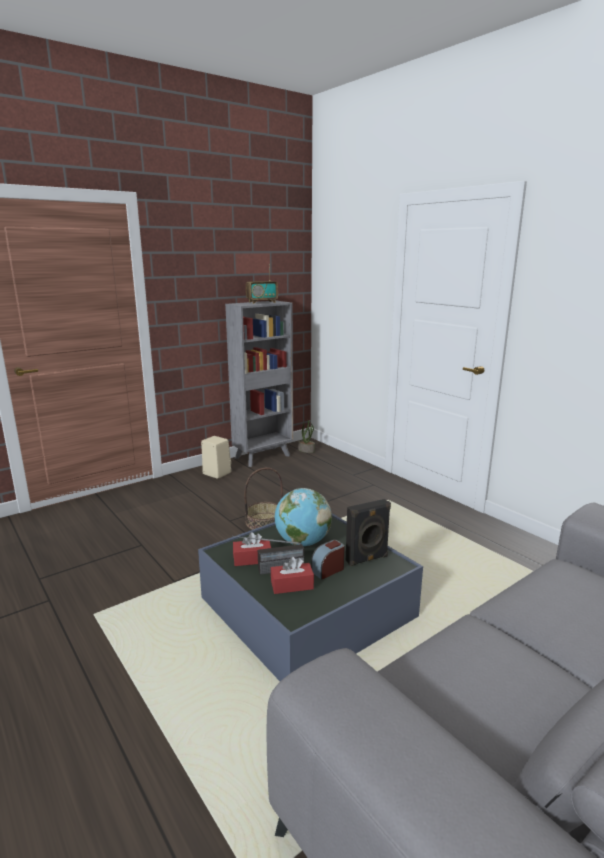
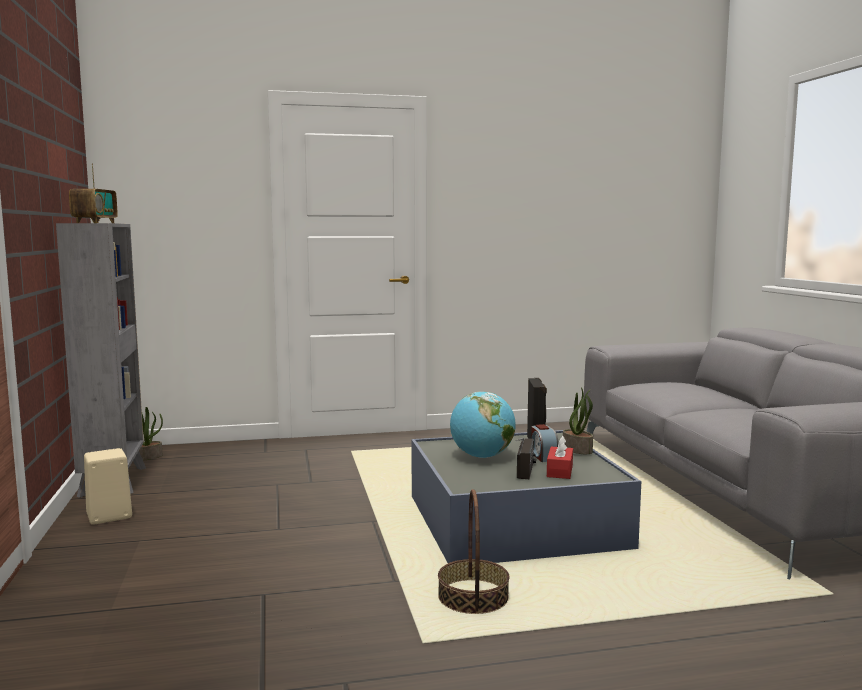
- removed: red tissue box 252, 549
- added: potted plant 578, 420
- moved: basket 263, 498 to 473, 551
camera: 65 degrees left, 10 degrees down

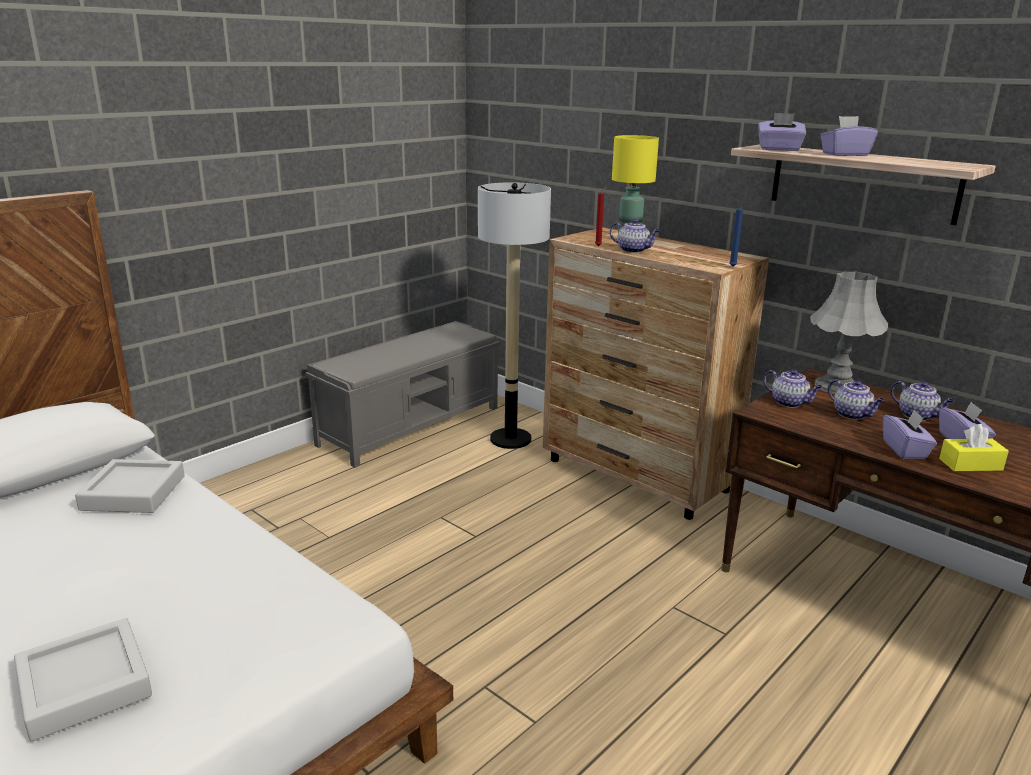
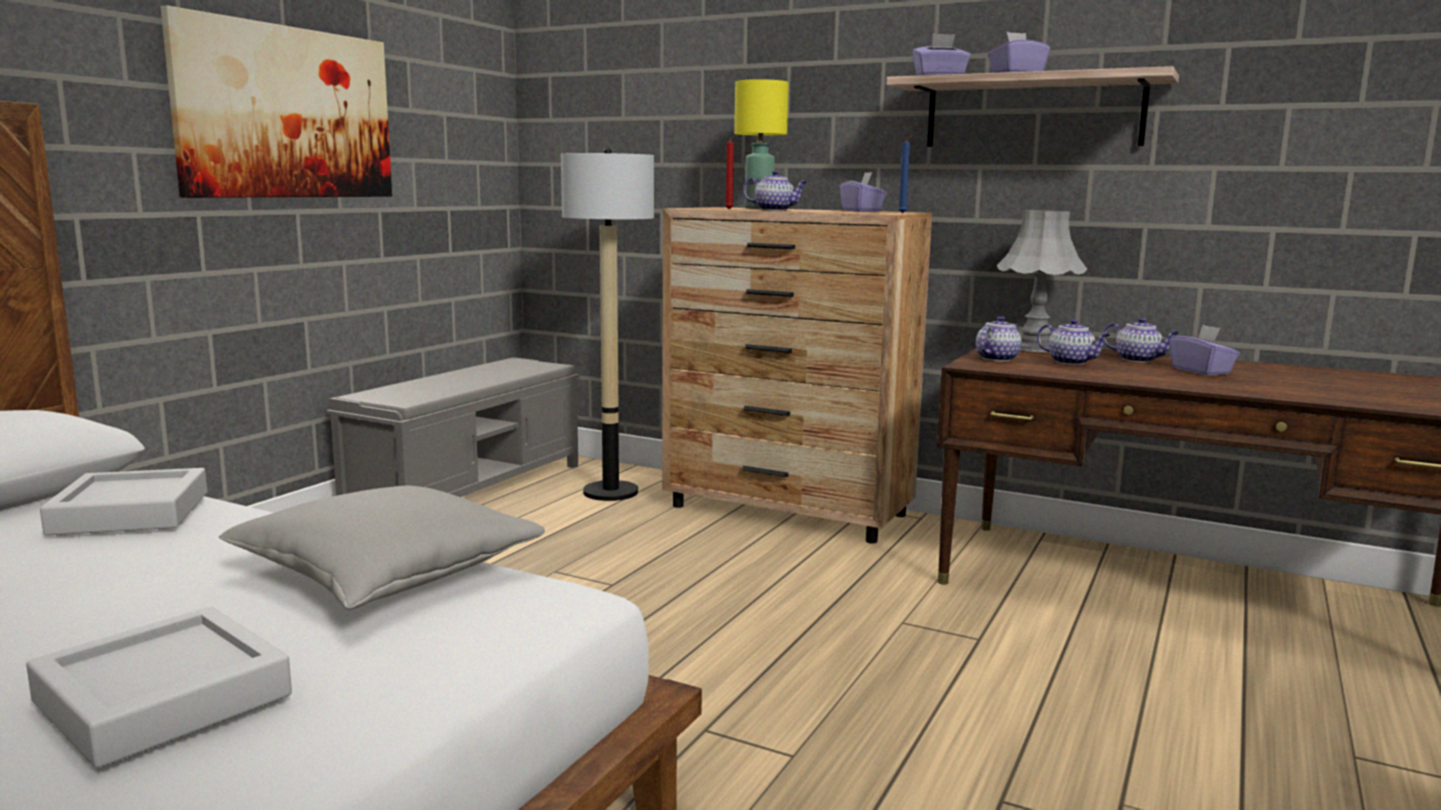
- removed: yellow tissue box 974, 447
- added: picture 276, 101
- added: grey pillow 382, 548
- moved: purple tissue box 910, 434 to 863, 192
- turned: teapot 793, 389 = 999, 338 75 degrees counterclockwise
camera: 15 degrees left, 10 degrees down

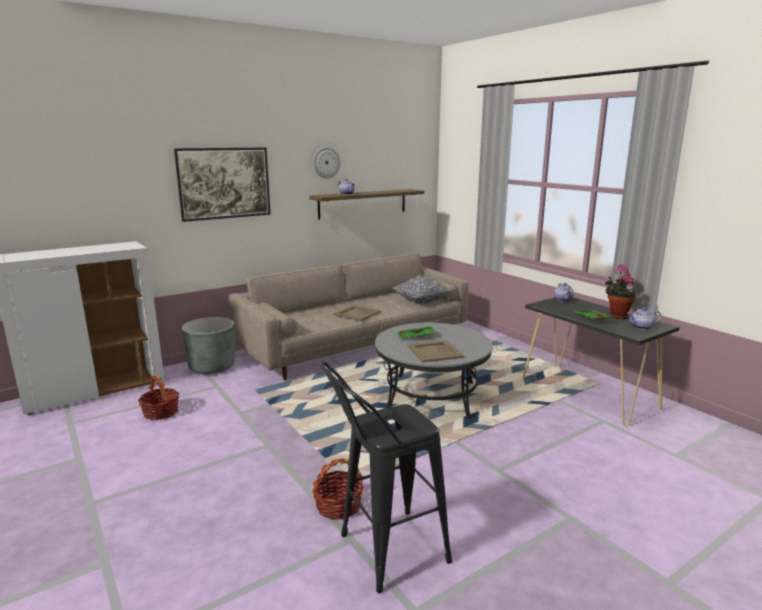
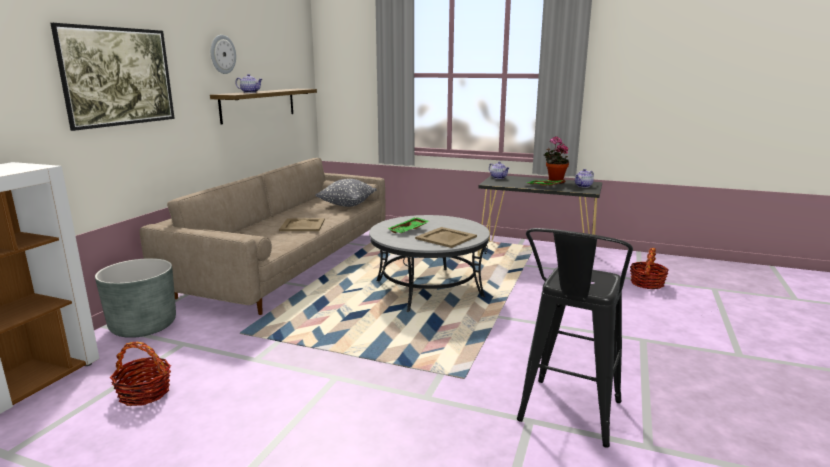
- moved: basket 337, 489 to 649, 268
camera: 35 degrees left, 0 degrees up

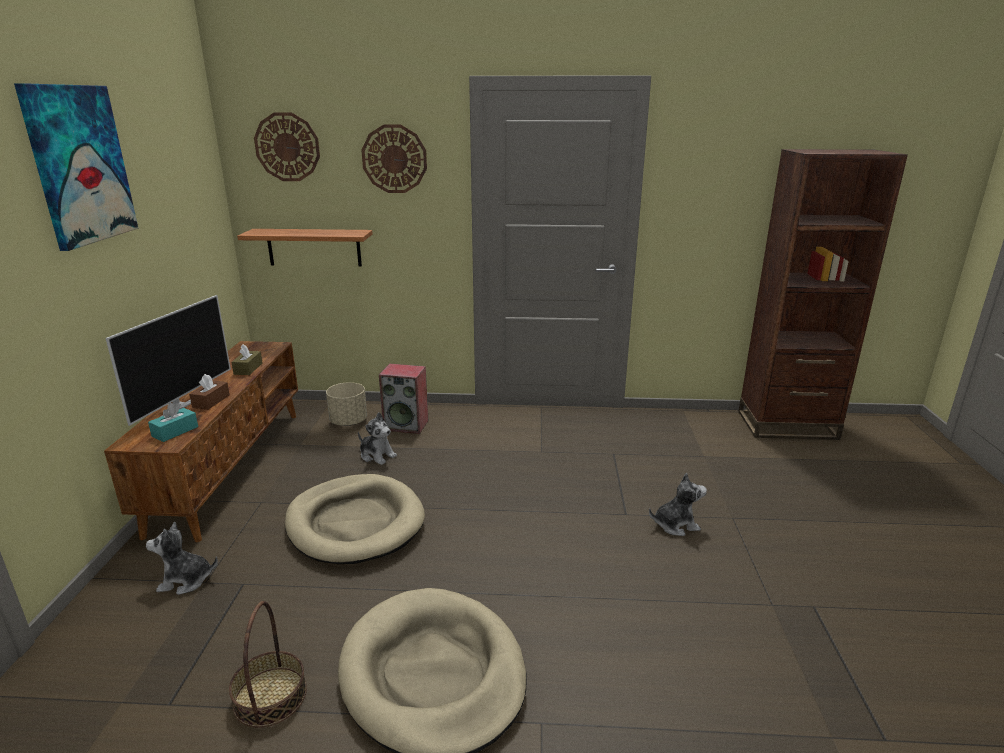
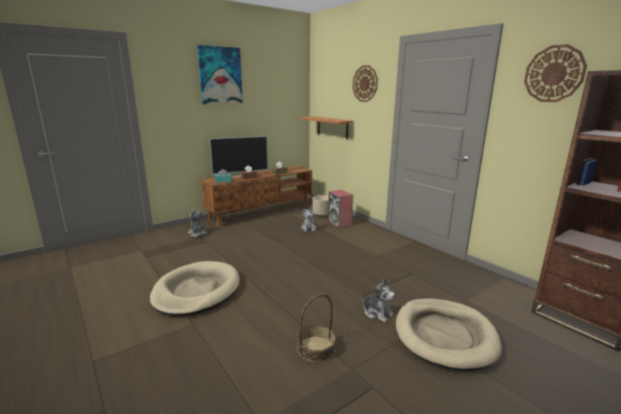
- moved: basket 268, 664 to 316, 328
- moved: wall clock 287, 146 to 555, 73
- moved: beige dog bed 355, 519 to 449, 335
camera: 50 degrees right, 5 degrees down

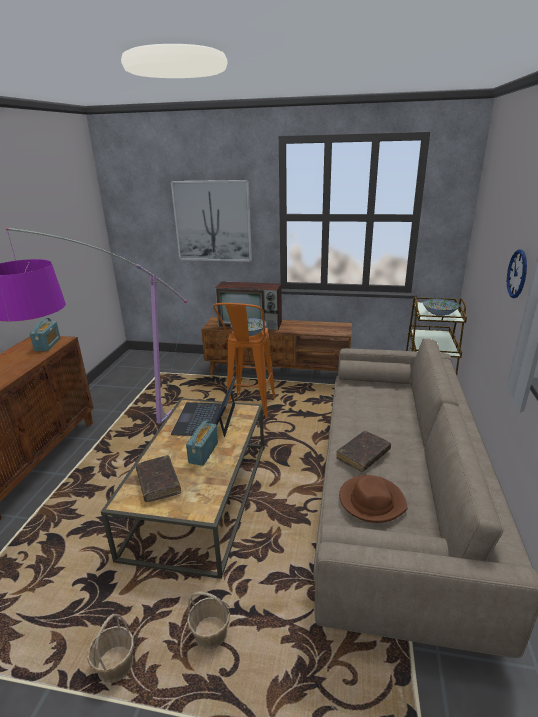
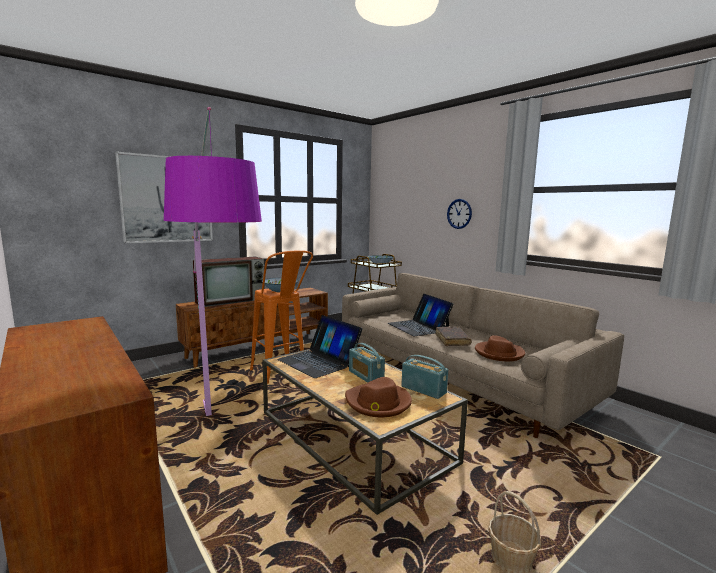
- removed: basket 208, 620
- added: laptop 421, 315
- moved: radio 45, 334 to 424, 377
- replaced: brown book 158, 478 to brown hat 378, 397
camera: 50 degrees left, 15 degrees down

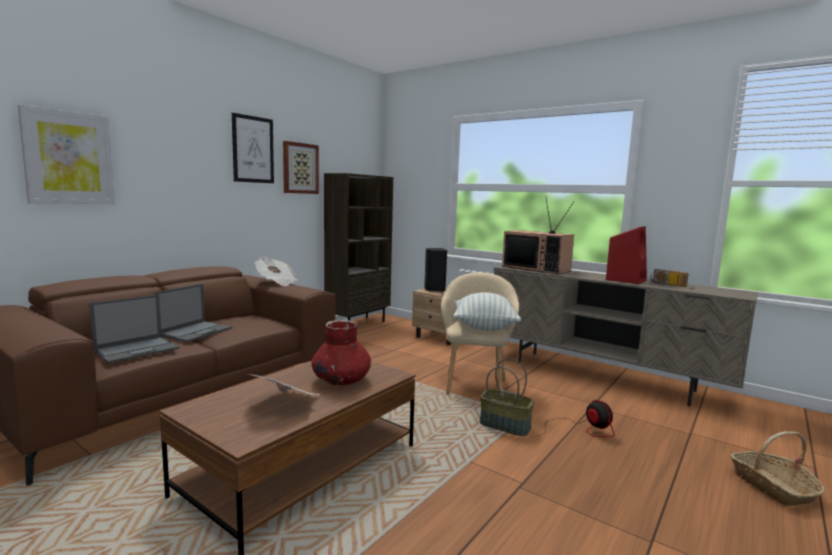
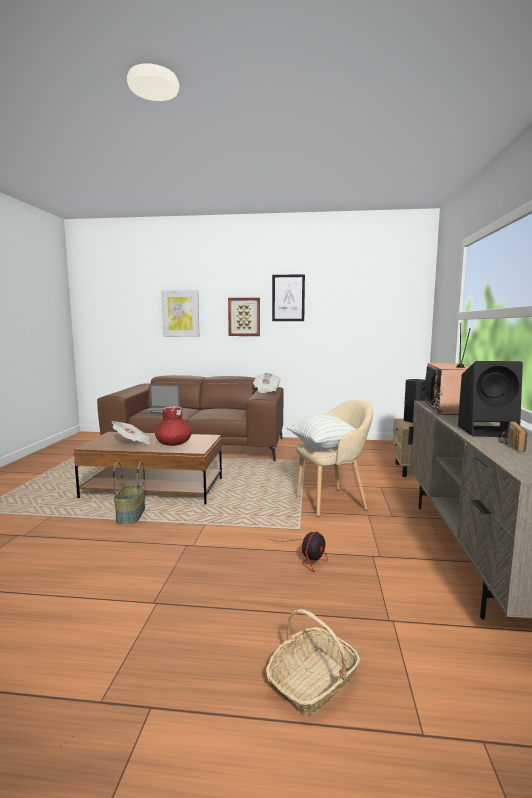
- removed: laptop 193, 313
- removed: brown bookcase 358, 247
- moved: picture 301, 167 to 244, 317
- moved: basket 507, 397 to 129, 493
- recoloured: red speaker 626, 255 to black speaker 490, 399
camera: 60 degrees right, 0 degrees up

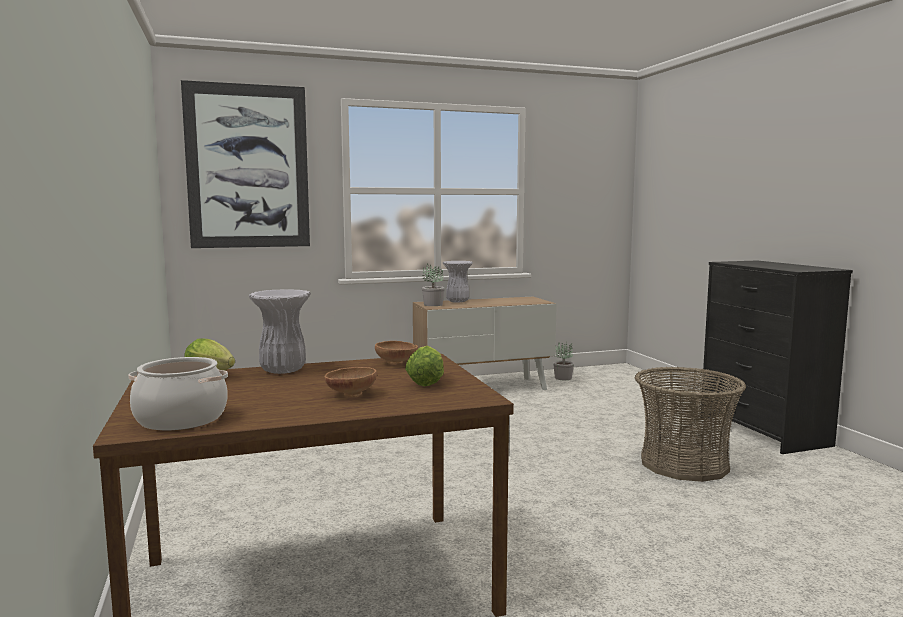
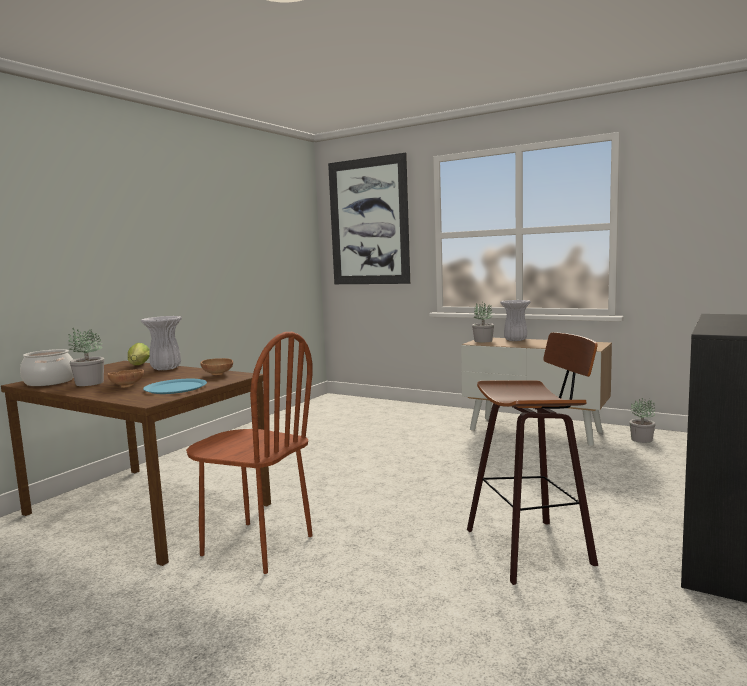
- added: potted plant 86, 357
- added: brown chair 249, 453
- replaced: lettuce 424, 366 to blue plate 175, 386
- replaced: basket 690, 424 to stool 532, 458
camera: 50 degrees right, 0 degrees up

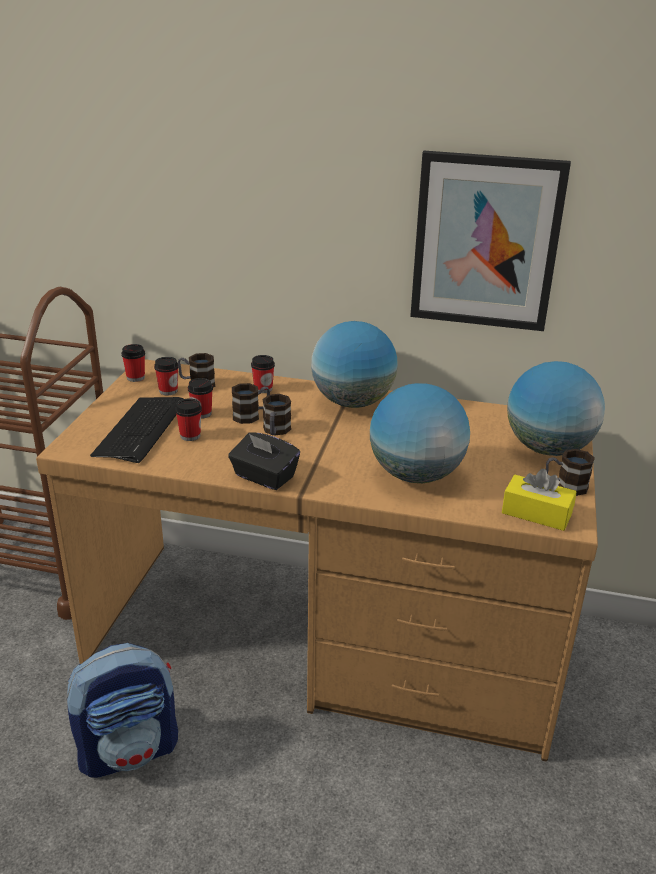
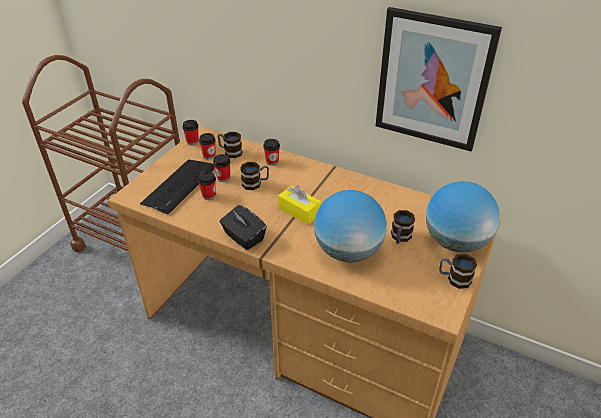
- removed: backpack 122, 710
- removed: globe 354, 364
- moved: mug 277, 415 to 403, 227
- moved: yellow tissue box 539, 500 to 299, 205
camera: 15 degrees right, 10 degrees up

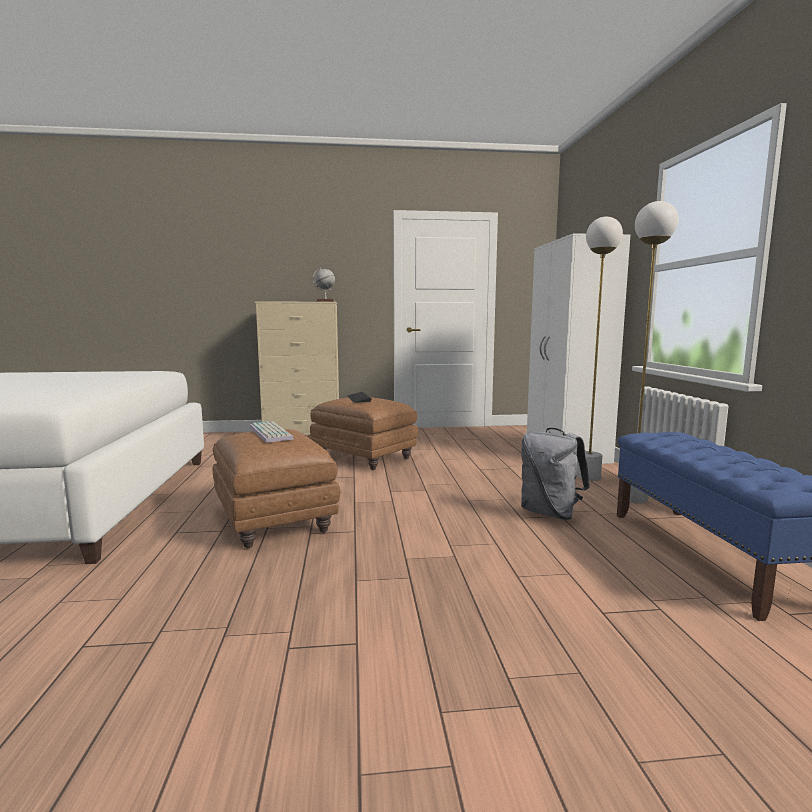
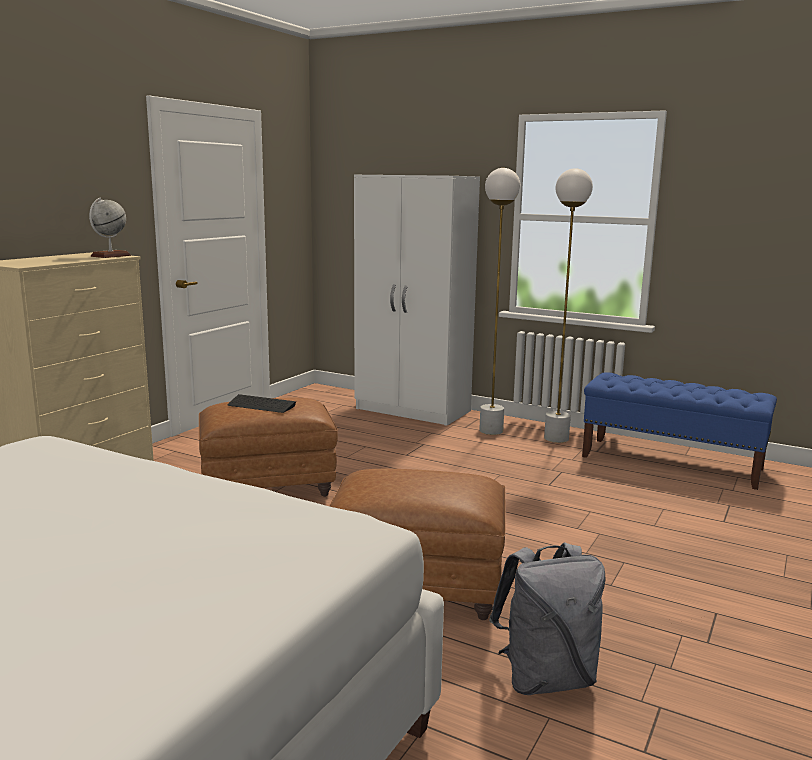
- removed: keyboard 272, 432
- moved: grey backpack 555, 474 to 547, 618
camera: 55 degrees left, 5 degrees up

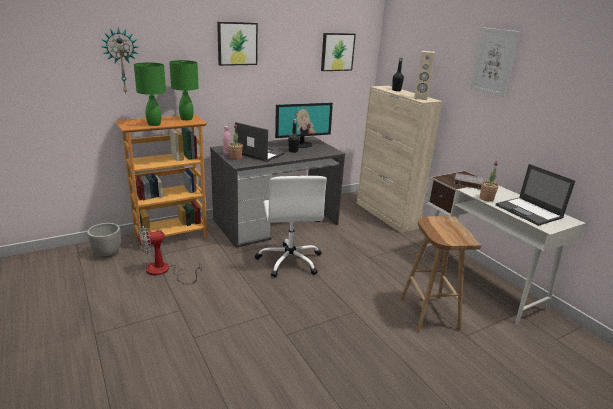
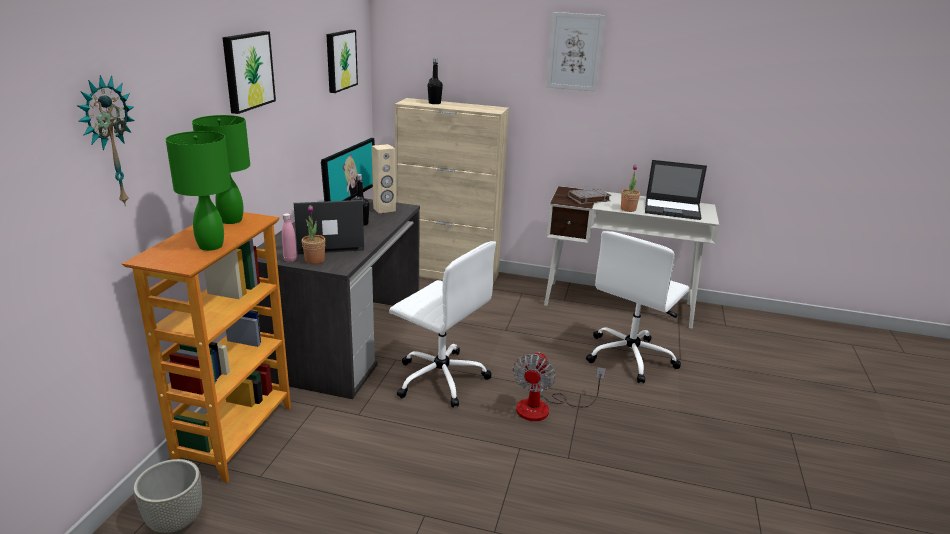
- moved: fan 170, 255 to 559, 386
- moved: beige speaker 424, 75 to 384, 178
- replaced: brown stool 441, 274 to white office chair 637, 307
camera: 45 degrees left, 0 degrees up

